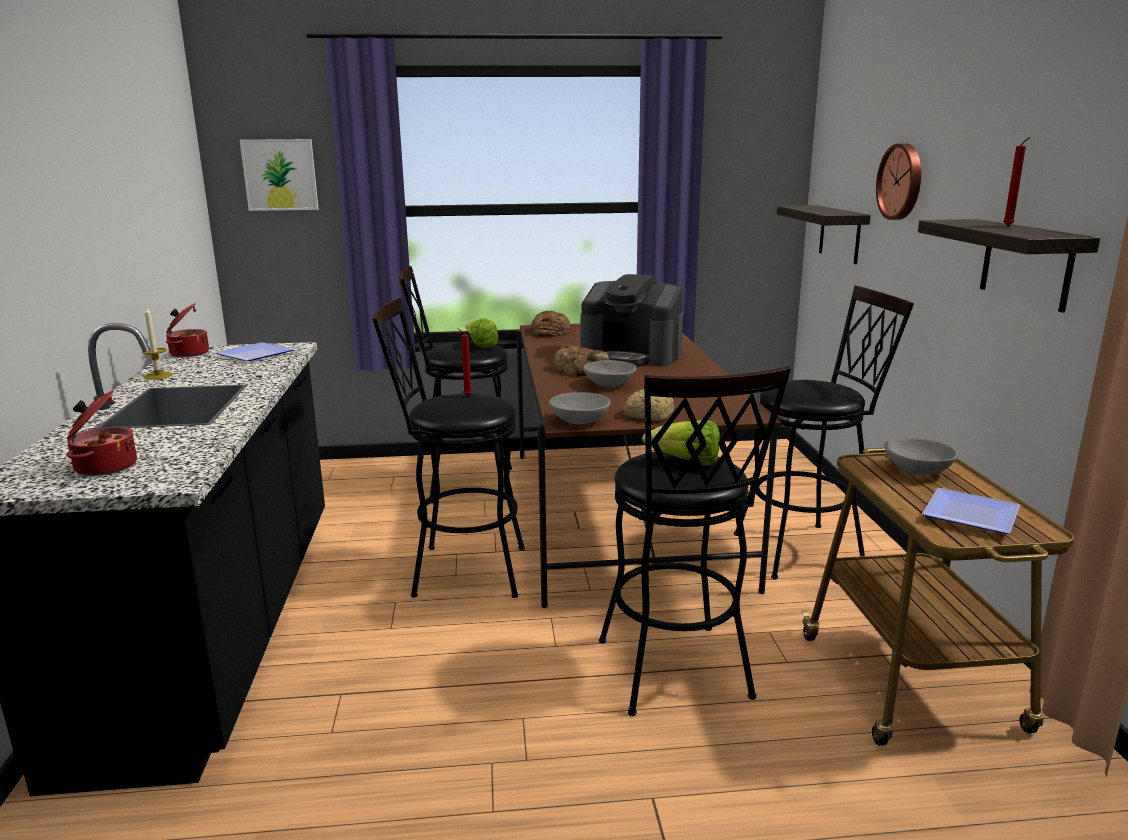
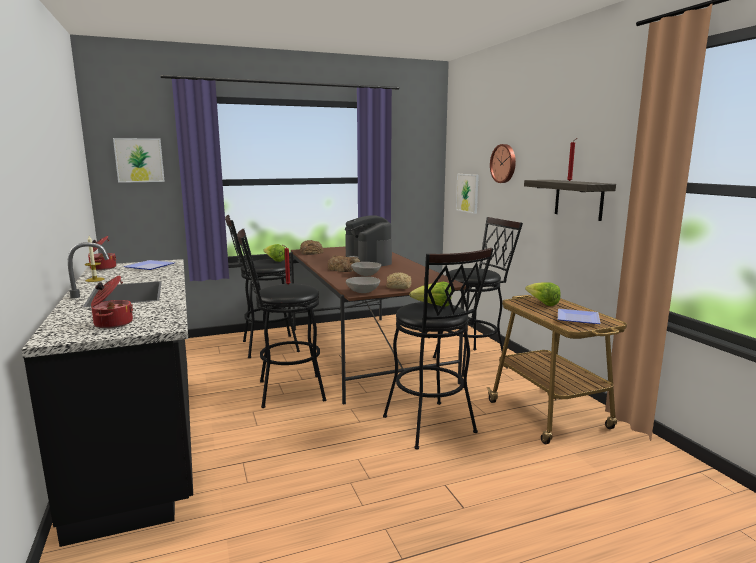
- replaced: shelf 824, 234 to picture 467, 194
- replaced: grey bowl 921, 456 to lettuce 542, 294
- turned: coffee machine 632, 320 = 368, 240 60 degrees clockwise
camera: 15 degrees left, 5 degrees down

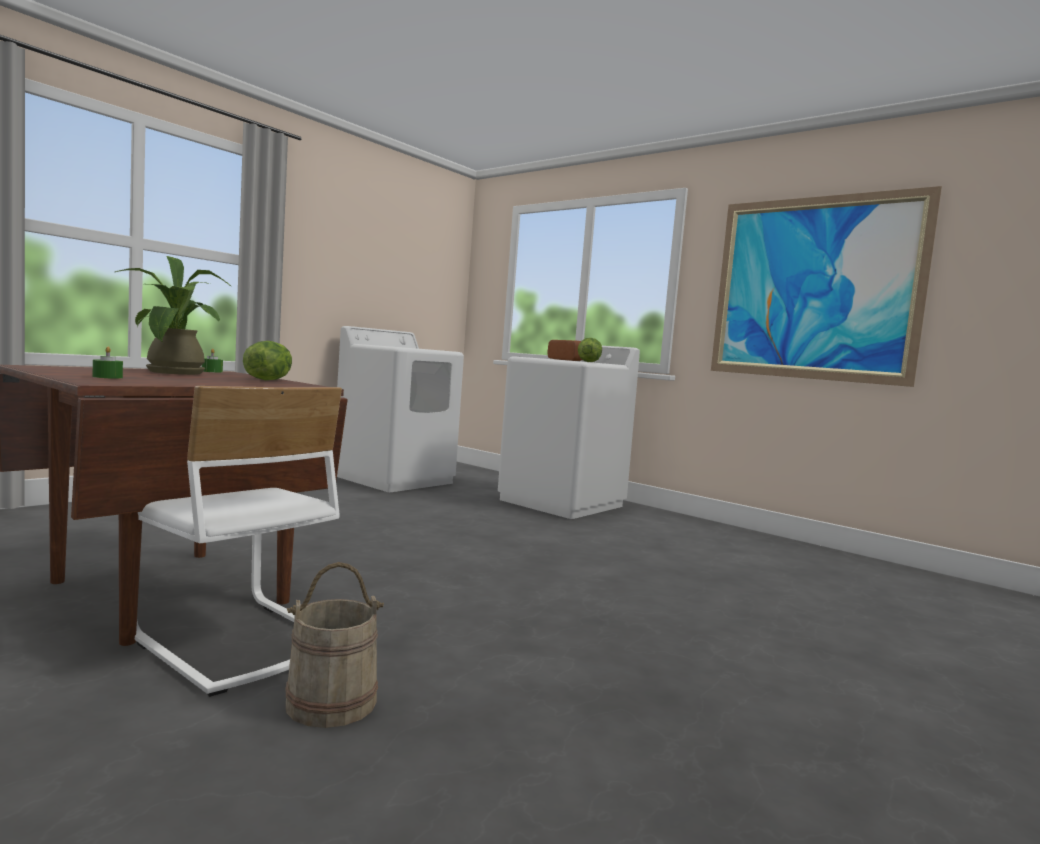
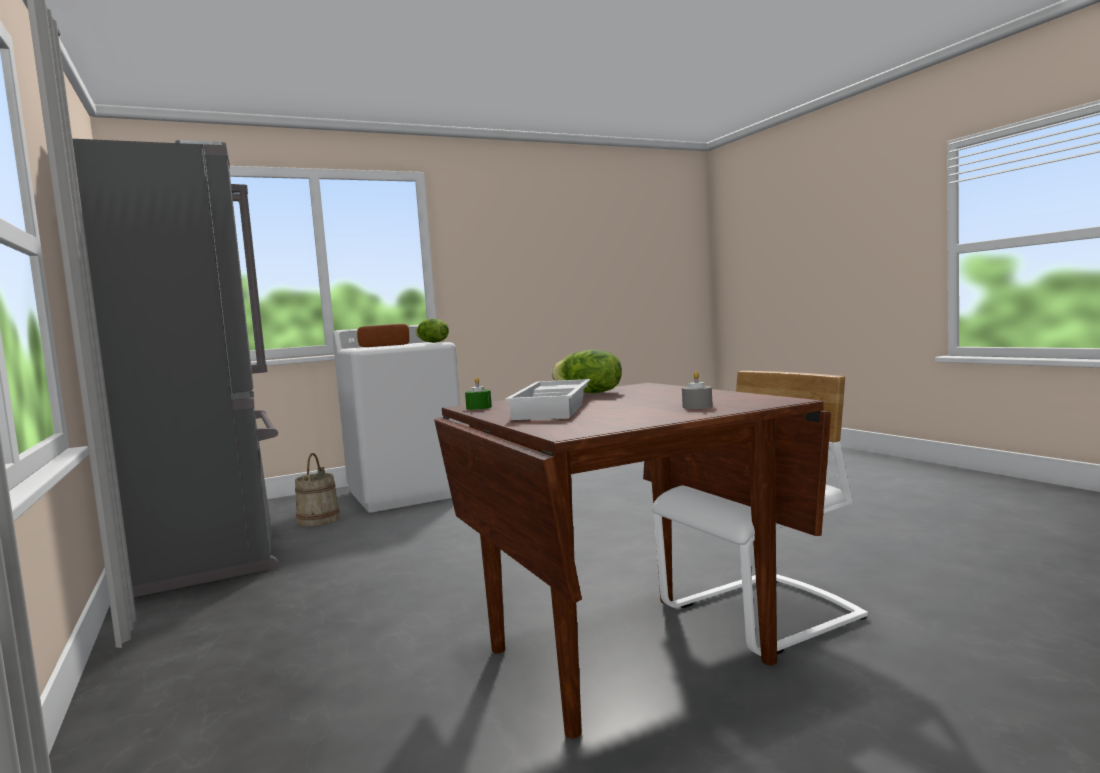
- removed: picture 826, 286
- moved: beige bucket 335, 645 to 317, 489
- replaced: potted plant 173, 315 to white tray 548, 399
- replaced: white washing machine 400, 409 to grey fridge 175, 368
- recoloured: green candle 108, 363 to grey candle 697, 390
camera: 65 degrees left, 0 degrees up

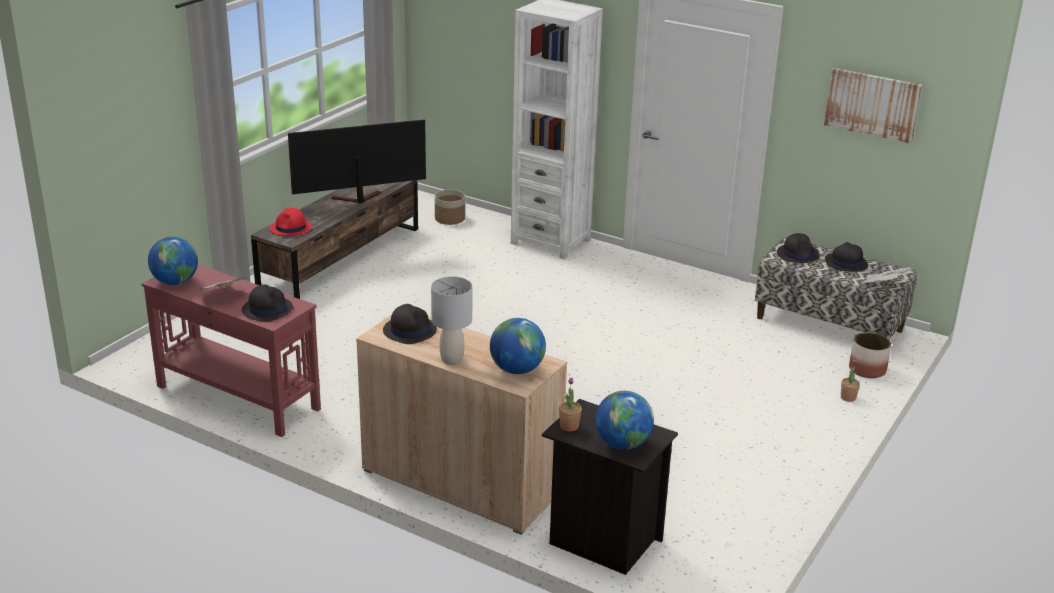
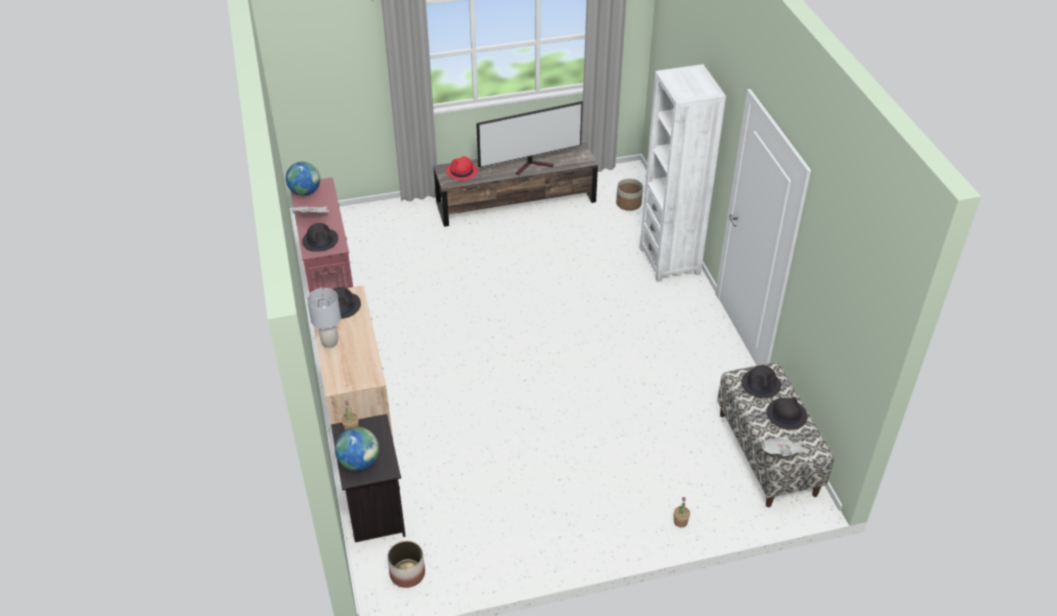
- removed: globe 518, 346
- removed: picture 873, 106
- moved: planter 870, 355 to 406, 564
- turned: television 357, 161 = 529, 138 135 degrees clockwise
camera: 45 degrees right, 15 degrees up

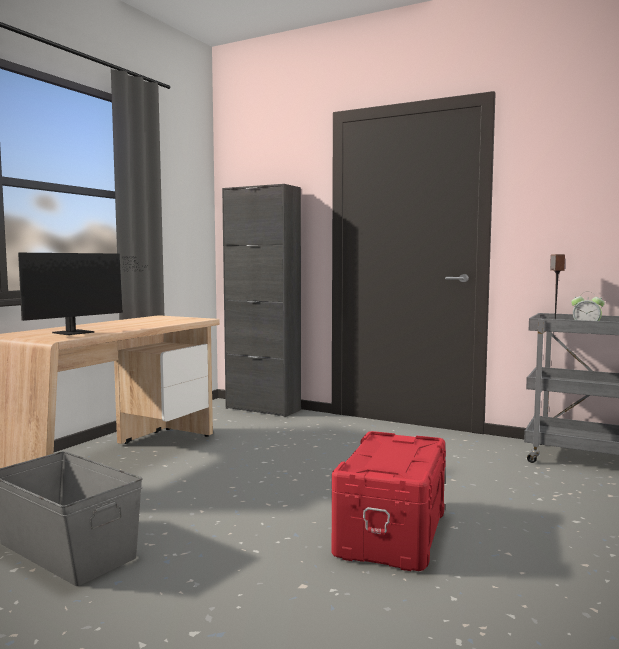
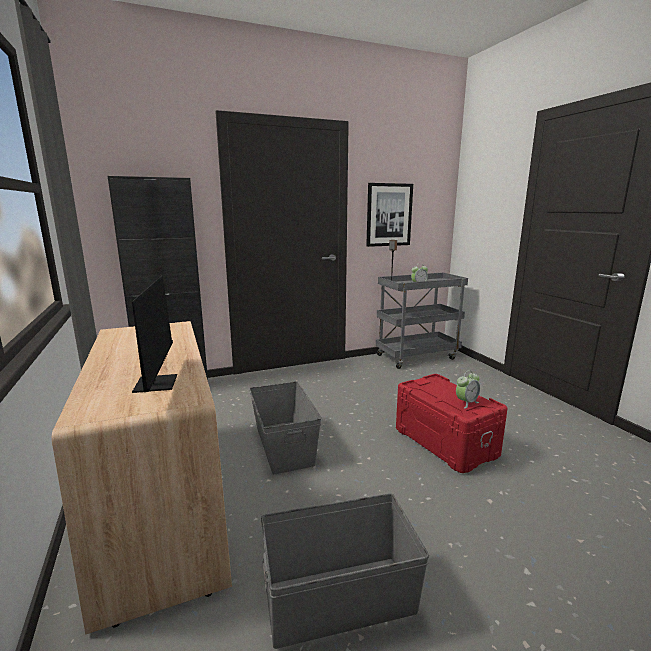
- added: grey storage box 285, 427
- added: picture 389, 215
- added: alarm clock 468, 389
camera: 50 degrees left, 10 degrees up

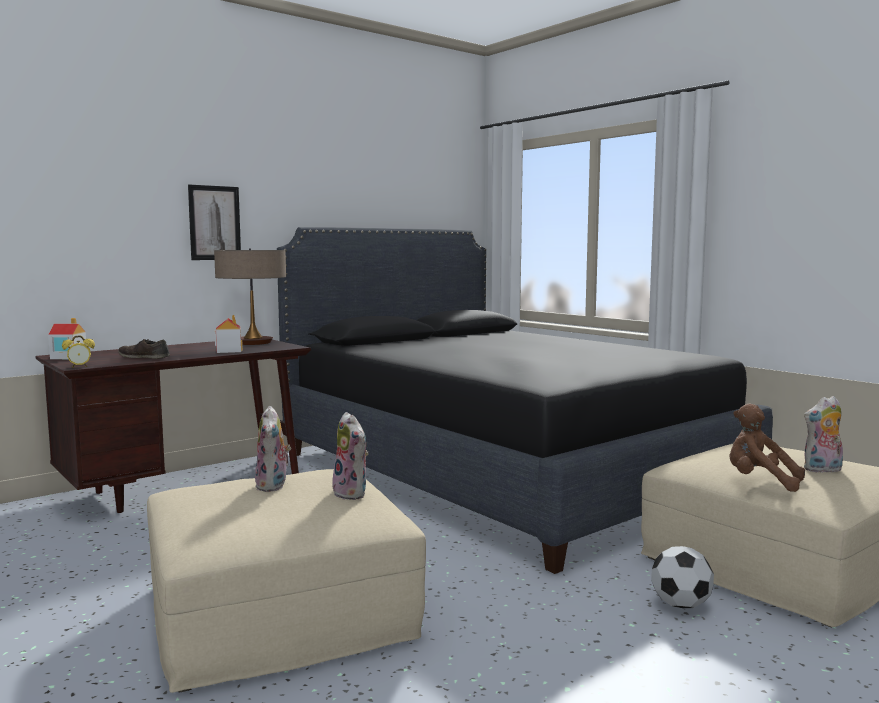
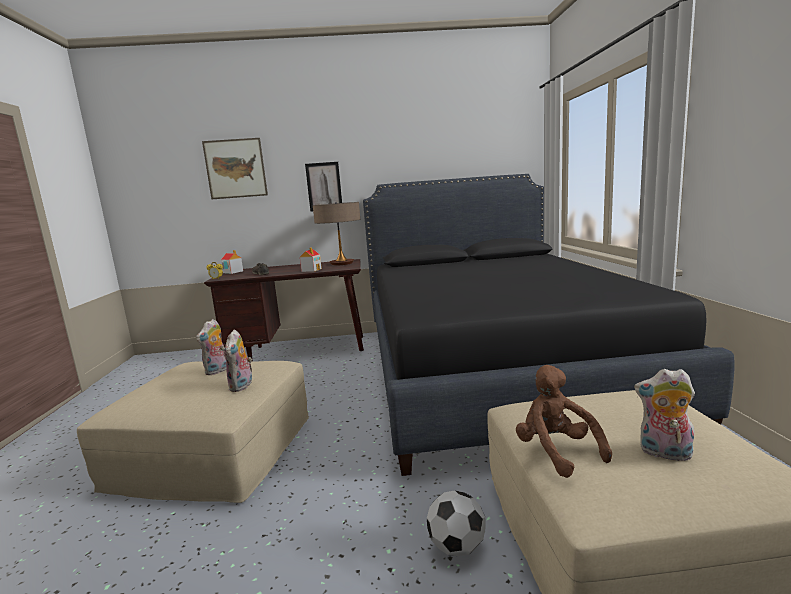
- added: picture 235, 168
camera: 35 degrees right, 5 degrees up

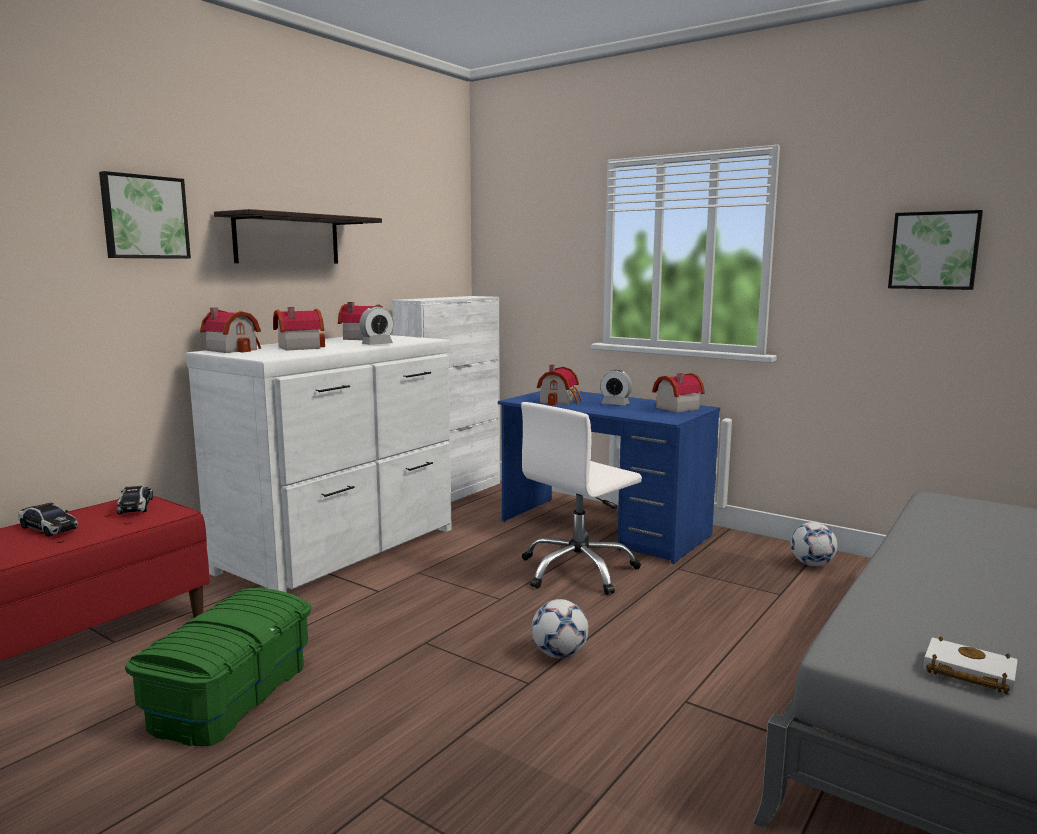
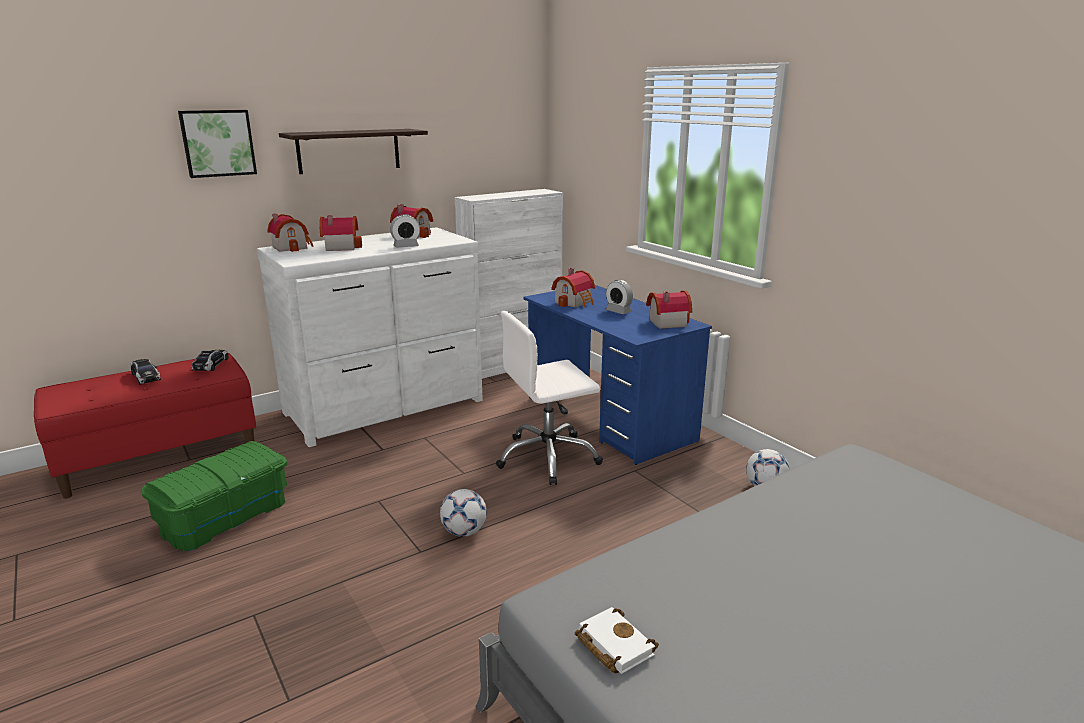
- removed: picture 935, 250
camera: 20 degrees right, 10 degrees up

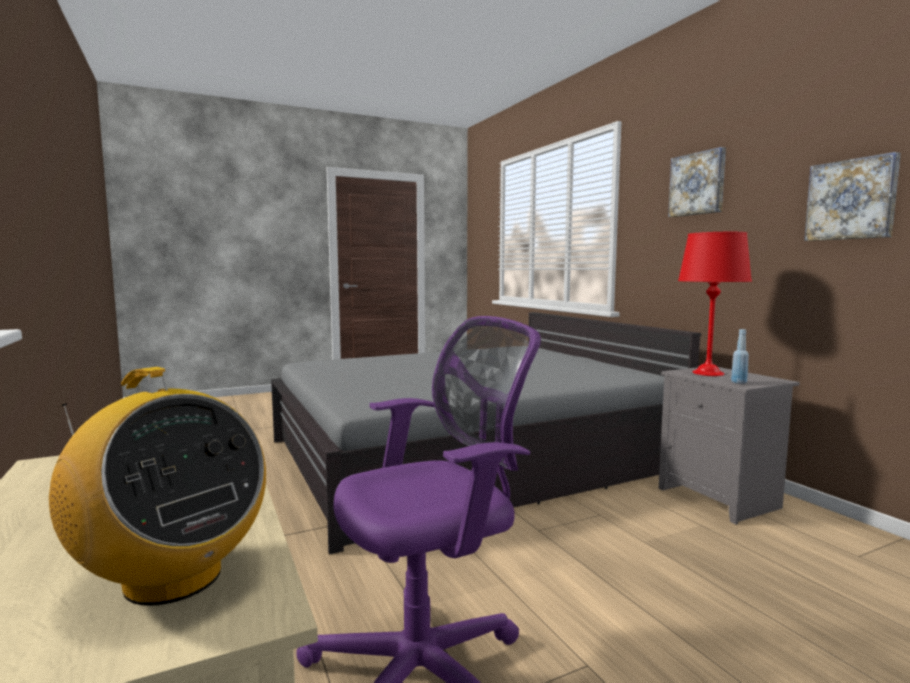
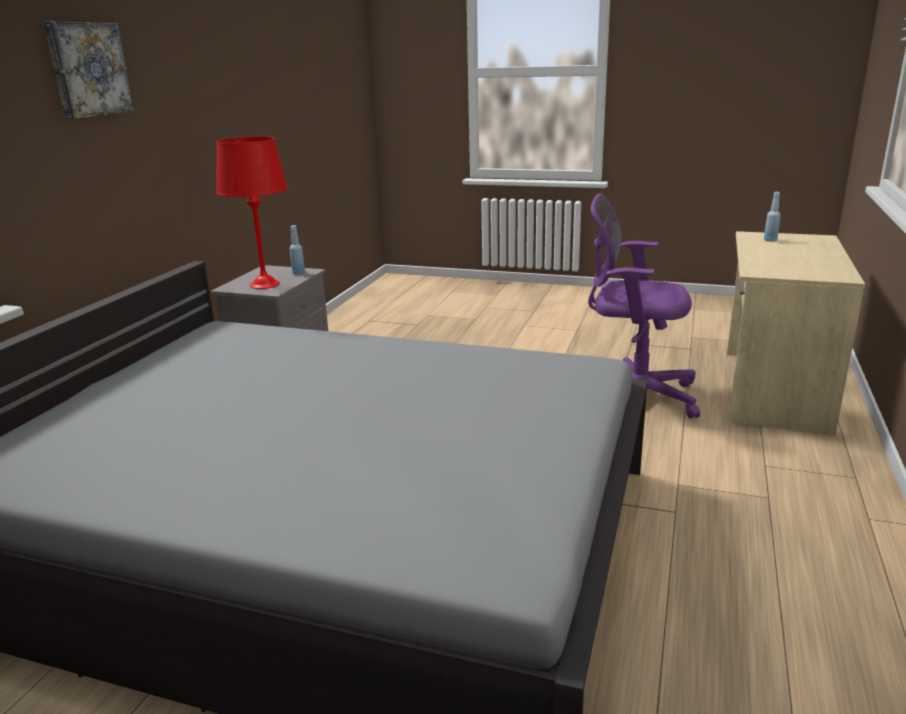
- removed: picture 852, 196
- replaced: radio 157, 486 to blue bottle 772, 217
camera: 135 degrees left, 15 degrees up

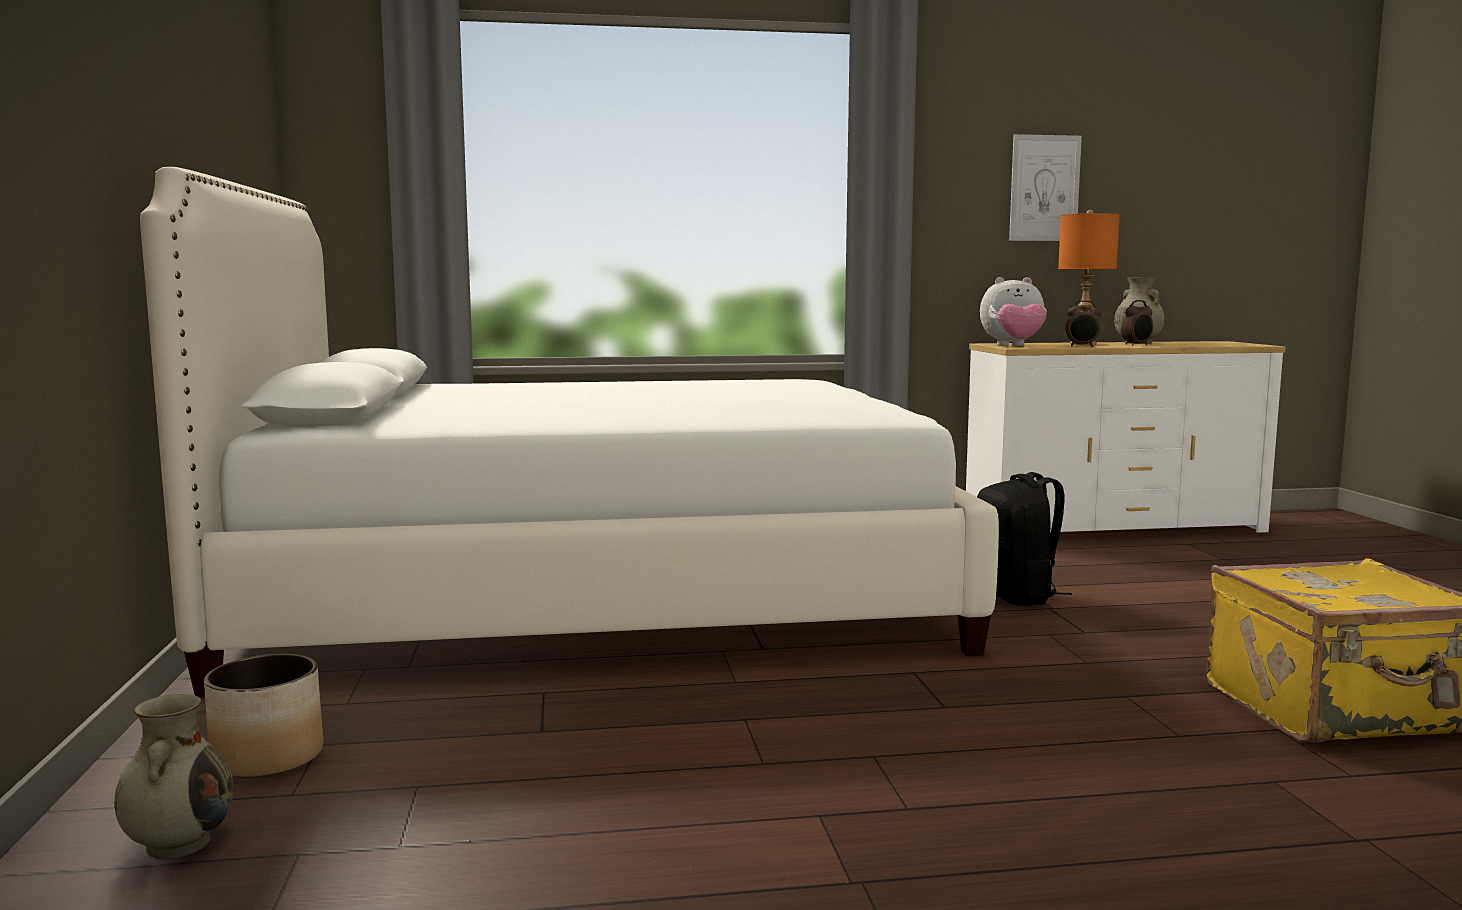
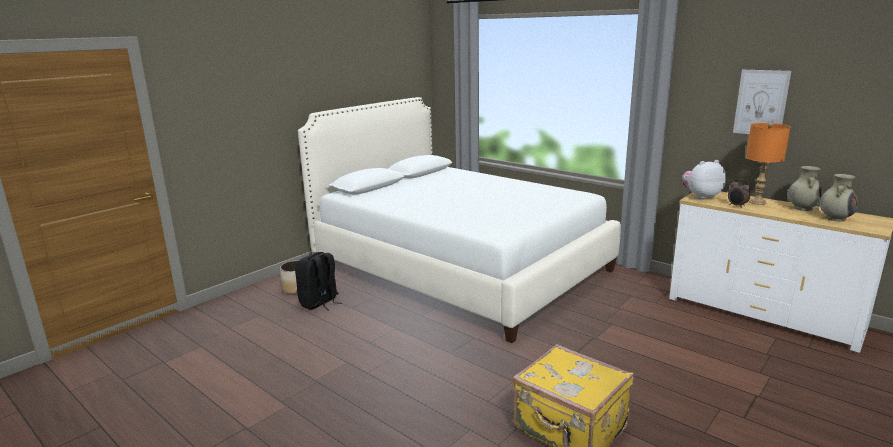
- removed: alarm clock 1137, 323
- moved: beige vase 173, 776 to 839, 197
- moved: black backpack 1024, 539 to 318, 281
- turned: plush toy 1013, 311 = 704, 180 120 degrees clockwise
camera: 50 degrees right, 10 degrees up

